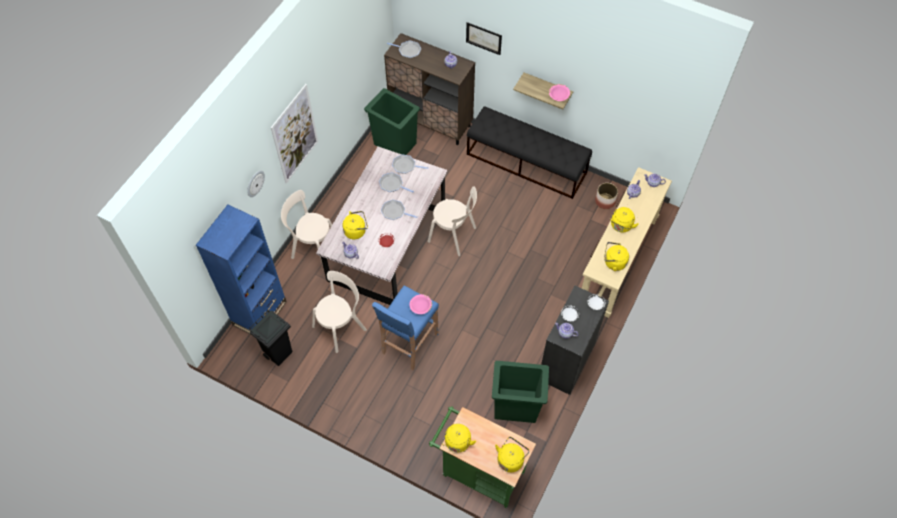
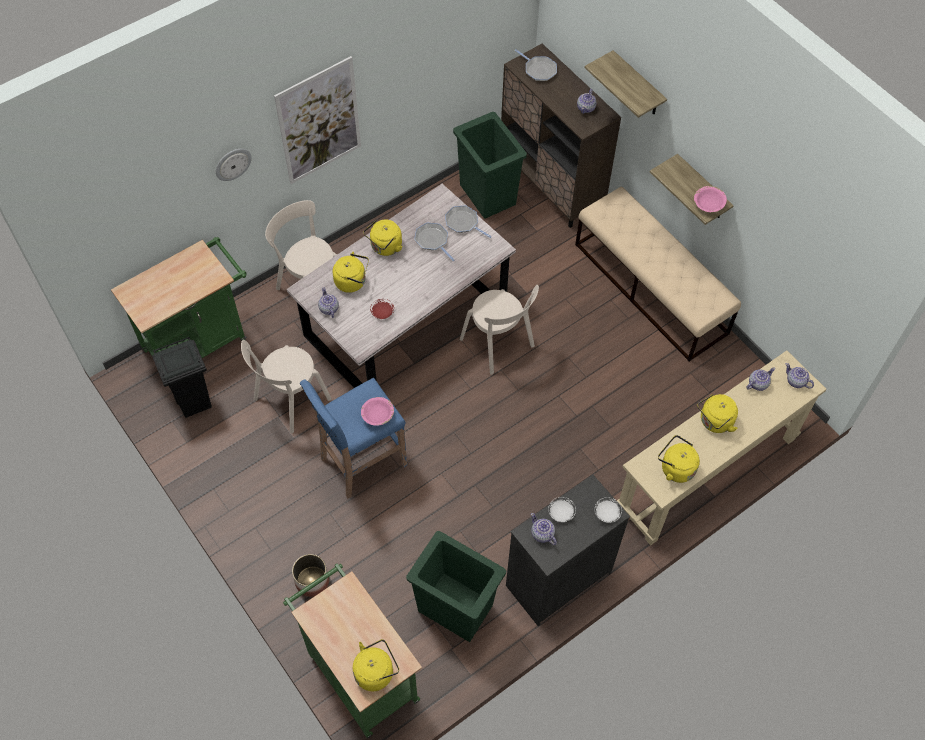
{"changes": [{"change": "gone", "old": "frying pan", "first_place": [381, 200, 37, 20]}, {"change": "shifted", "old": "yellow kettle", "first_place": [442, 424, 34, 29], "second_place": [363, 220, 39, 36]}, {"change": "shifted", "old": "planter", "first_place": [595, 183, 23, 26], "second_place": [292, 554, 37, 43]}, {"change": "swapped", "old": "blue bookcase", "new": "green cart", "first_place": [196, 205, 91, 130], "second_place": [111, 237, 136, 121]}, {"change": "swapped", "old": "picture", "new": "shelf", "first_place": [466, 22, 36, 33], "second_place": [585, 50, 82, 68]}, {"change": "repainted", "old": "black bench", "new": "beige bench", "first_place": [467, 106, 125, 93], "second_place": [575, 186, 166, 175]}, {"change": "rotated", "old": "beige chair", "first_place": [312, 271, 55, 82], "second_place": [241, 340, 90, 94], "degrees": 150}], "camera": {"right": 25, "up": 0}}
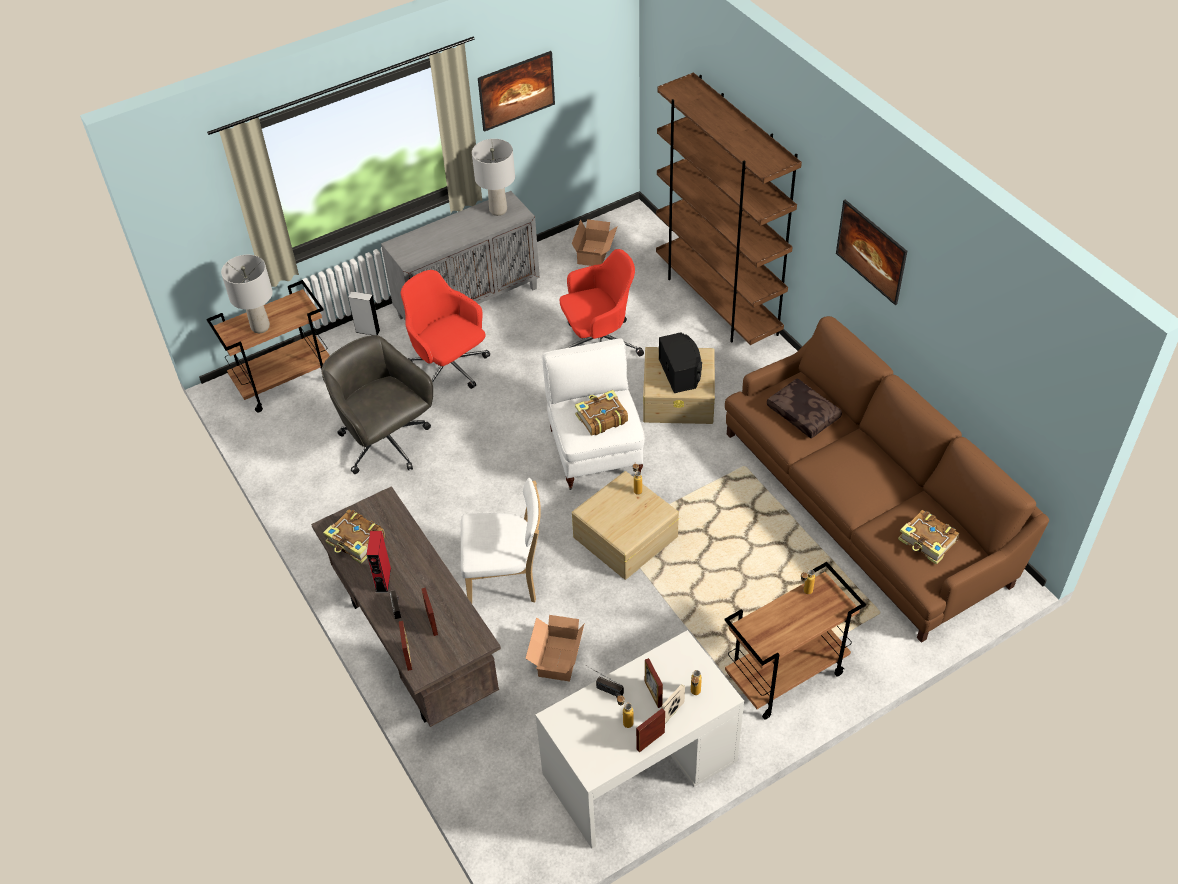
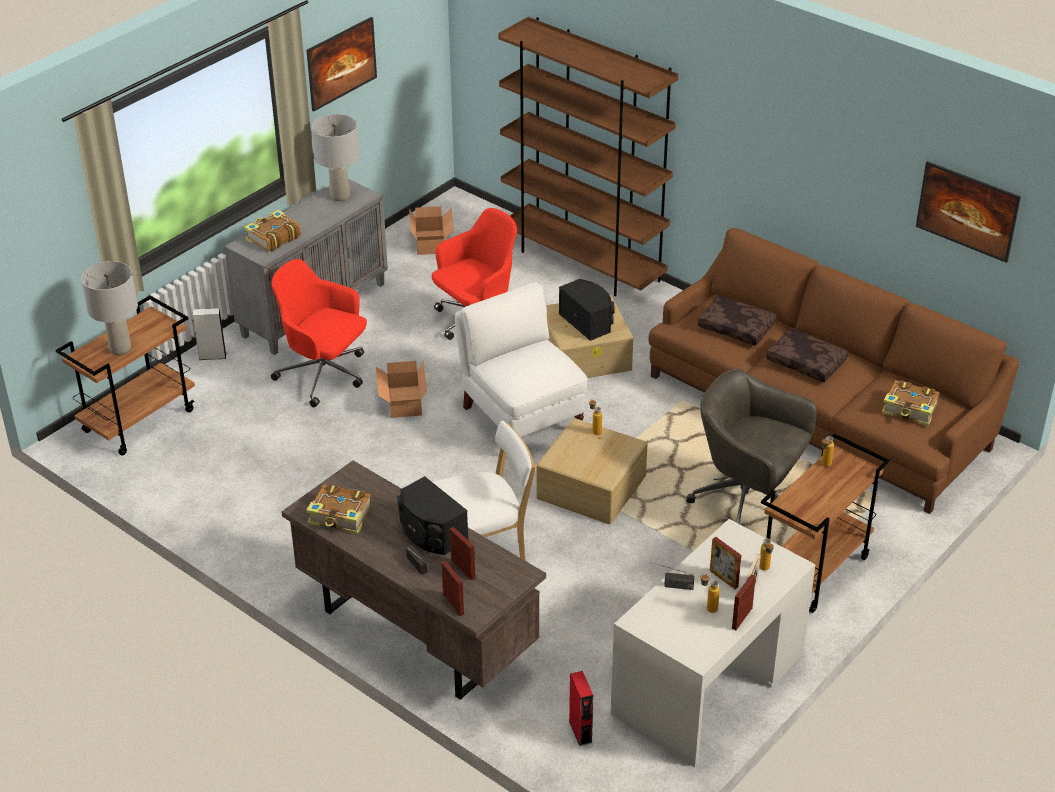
{"changes": [{"change": "new", "new": "black speaker", "second_place": [397, 476, 71, 79]}, {"change": "new", "new": "brown pillow", "second_place": [766, 328, 82, 54]}, {"change": "shifted", "old": "grey office chair", "first_place": [321, 335, 112, 139], "second_place": [686, 369, 131, 155]}, {"change": "shifted", "old": "red speaker", "first_place": [366, 531, 25, 62], "second_place": [569, 671, 24, 75]}, {"change": "shifted", "old": "cardboard box", "first_place": [525, 615, 60, 67], "second_place": [376, 361, 51, 57]}, {"change": "shifted", "old": "book", "first_place": [575, 390, 53, 46], "second_place": [244, 210, 57, 42]}, {"change": "shifted", "old": "picture", "first_place": [836, 200, 71, 105], "second_place": [916, 161, 105, 102]}], "camera": {"right": -20, "up": -10}}
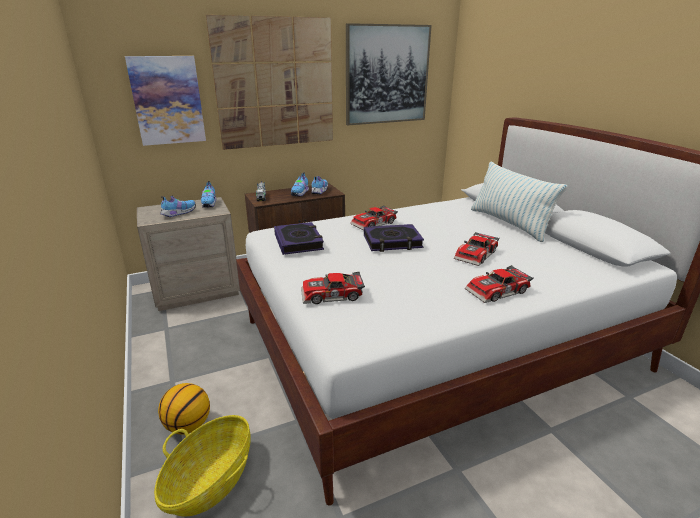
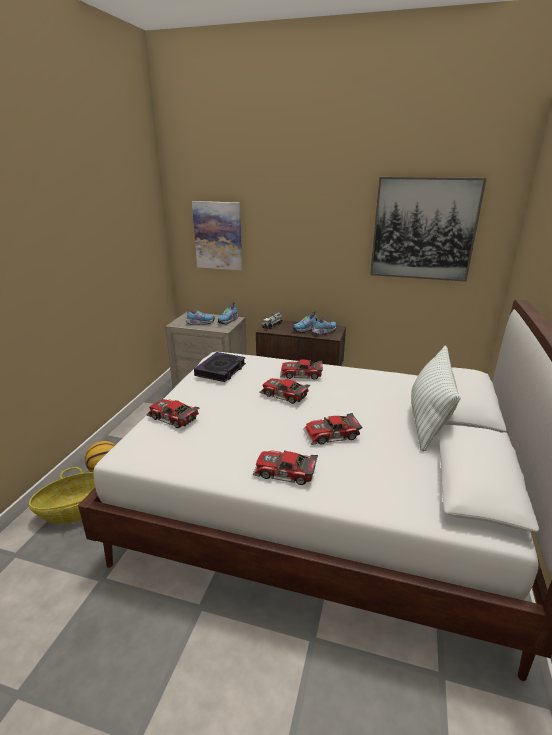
{"changes": [{"change": "gone", "old": "picture", "first_place": [206, 15, 127, 135]}, {"change": "swapped", "old": "book", "new": "toy car", "first_place": [364, 224, 60, 28], "second_place": [260, 378, 50, 26]}], "camera": {"right": 40, "up": 0}}
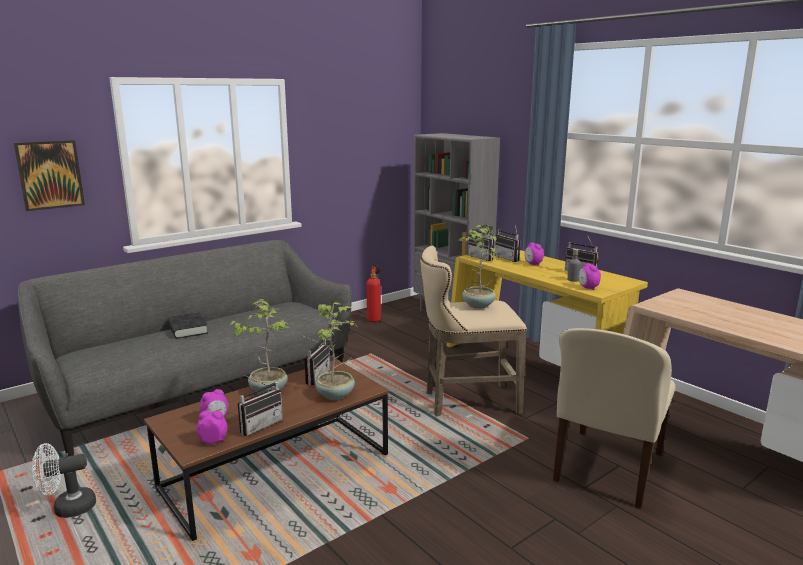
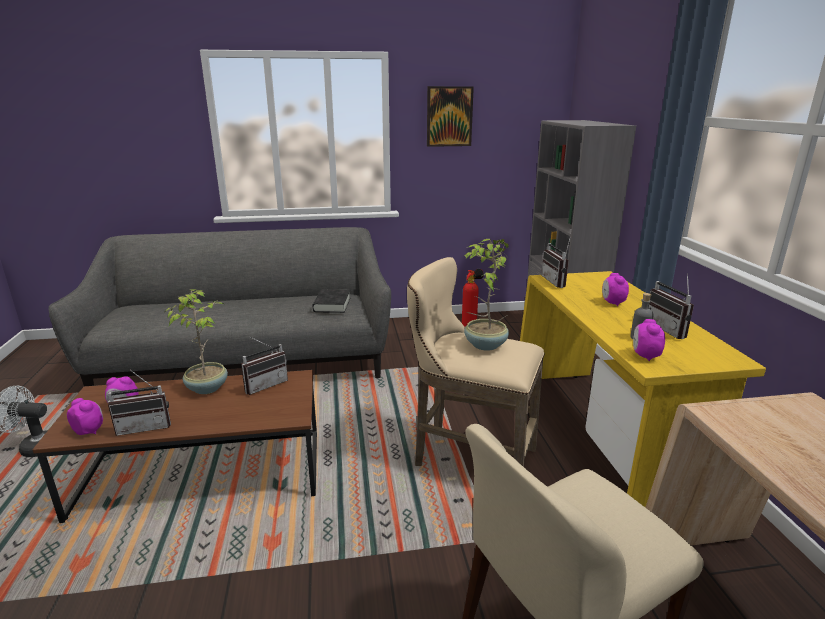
{"changes": [{"change": "gone", "old": "potted plant", "first_place": [315, 302, 41, 98]}, {"change": "gone", "old": "radio", "first_place": [495, 224, 25, 38]}, {"change": "shifted", "old": "picture", "first_place": [14, 140, 71, 71], "second_place": [427, 86, 47, 61]}, {"change": "shifted", "old": "black book", "first_place": [168, 312, 40, 27], "second_place": [312, 289, 38, 24]}], "camera": {"right": 30, "up": 5}}
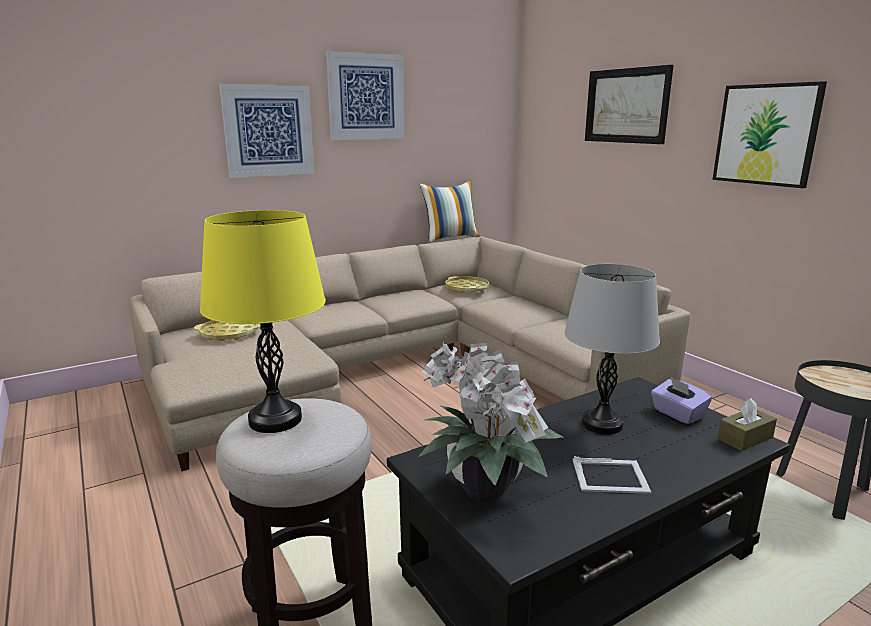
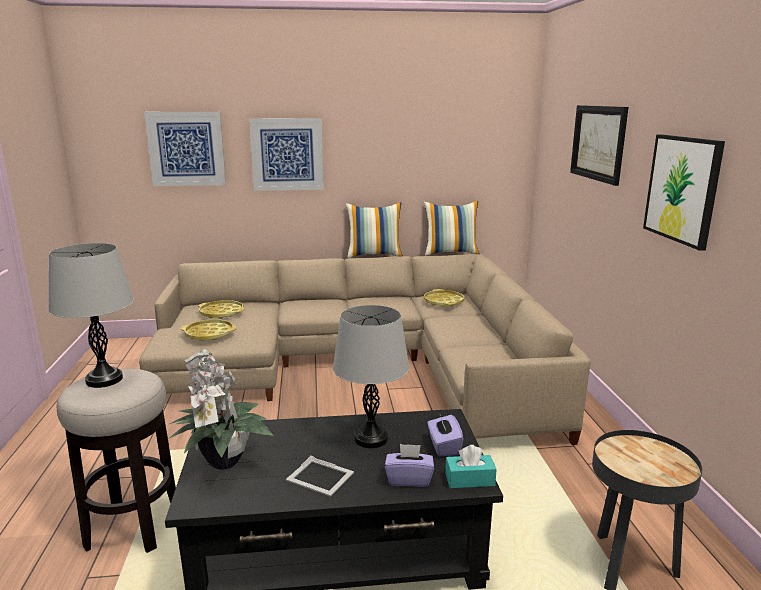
{"changes": [{"change": "new", "new": "yellow tray", "second_place": [181, 319, 56, 22]}, {"change": "new", "new": "pillow", "second_place": [346, 202, 57, 56]}, {"change": "new", "new": "purple tissue box", "second_place": [385, 444, 49, 43]}, {"change": "shifted", "old": "picture", "first_place": [326, 51, 78, 89], "second_place": [144, 112, 82, 74]}, {"change": "repainted", "old": "yellow table lamp", "new": "grey table lamp", "first_place": [200, 210, 126, 223], "second_place": [48, 243, 86, 145]}, {"change": "repainted", "old": "brown tissue box", "new": "turquoise tissue box", "first_place": [718, 398, 59, 53], "second_place": [445, 445, 52, 43]}], "camera": {"right": 25, "up": 0}}
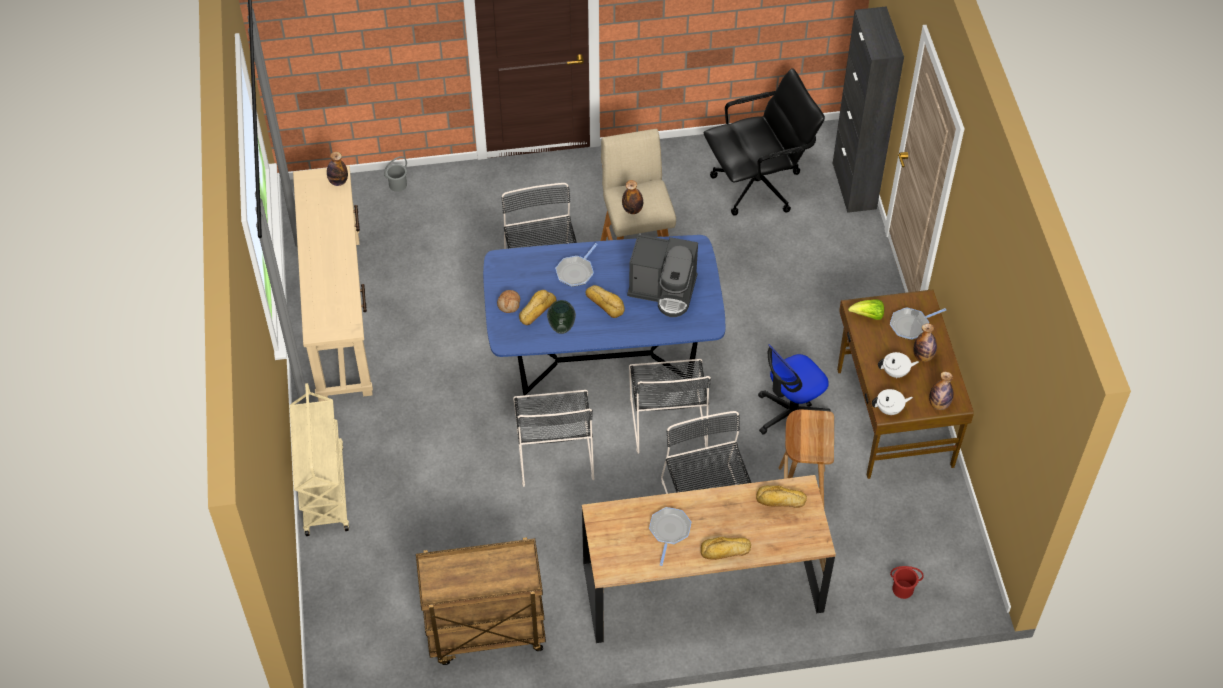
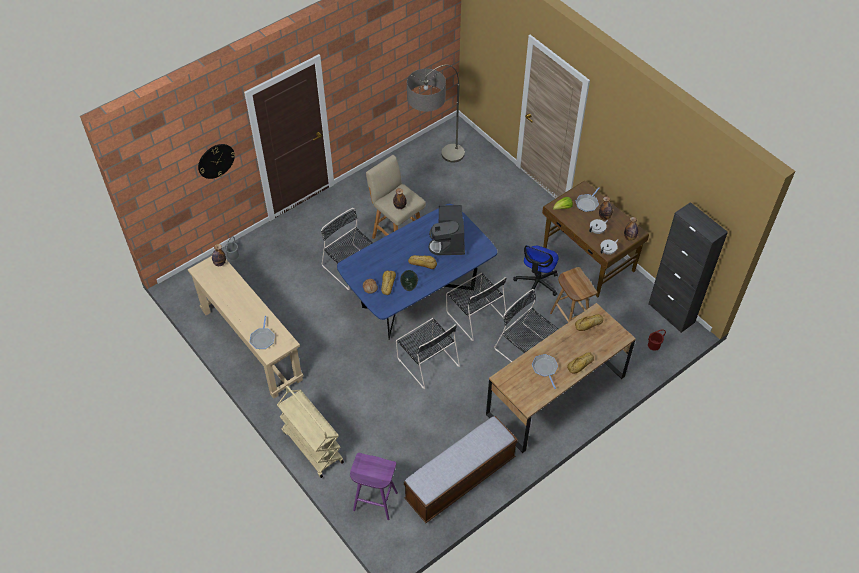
{"changes": [{"change": "new", "new": "wall clock", "second_place": [198, 144, 37, 35]}, {"change": "new", "new": "purple stool", "second_place": [350, 453, 48, 67]}, {"change": "shifted", "old": "frying pan", "first_place": [555, 243, 43, 44], "second_place": [250, 316, 25, 33]}, {"change": "shifted", "old": "black cabinet", "first_place": [832, 6, 72, 207], "second_place": [648, 202, 80, 131]}, {"change": "swapped", "old": "brown cart", "new": "bench", "first_place": [416, 537, 130, 128], "second_place": [404, 416, 114, 107]}, {"change": "swapped", "old": "black office chair", "new": "floor lamp", "first_place": [704, 68, 121, 148], "second_place": [407, 65, 58, 98]}, {"change": "rotated", "old": "coffee machine", "first_place": [627, 234, 71, 83], "second_place": [429, 205, 36, 50], "degrees": 105}], "camera": {"right": -30, "up": 0}}
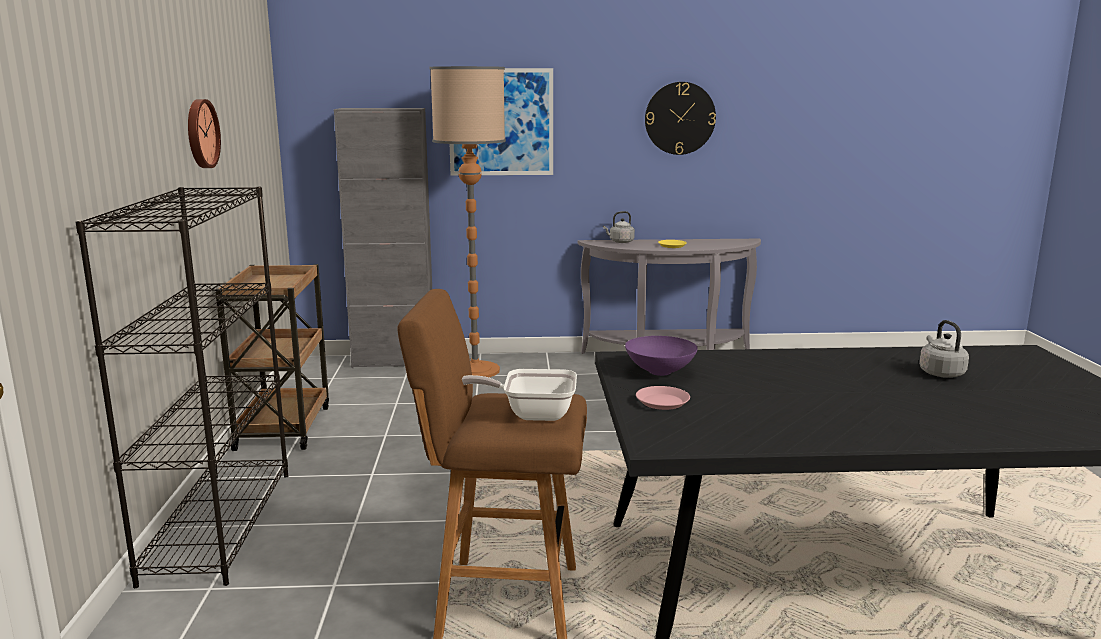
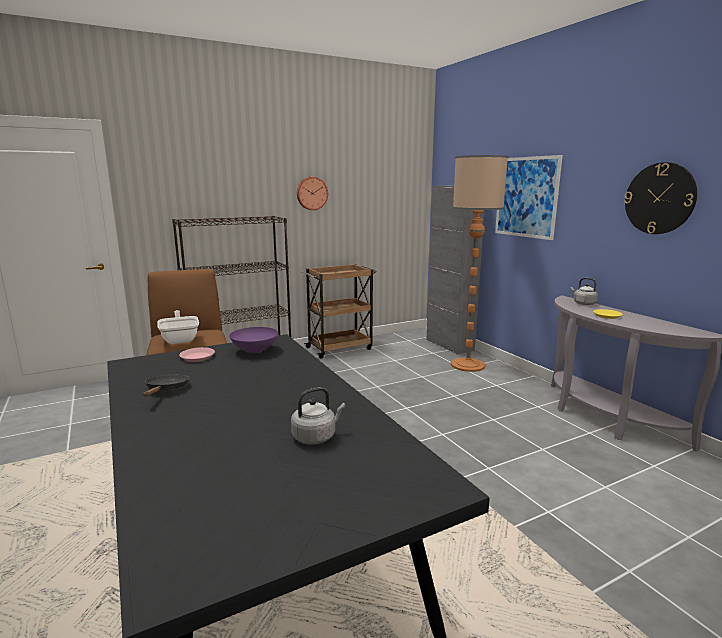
{"changes": [{"change": "new", "new": "black frying pan", "second_place": [143, 375, 46, 21]}], "camera": {"right": 65, "up": 0}}
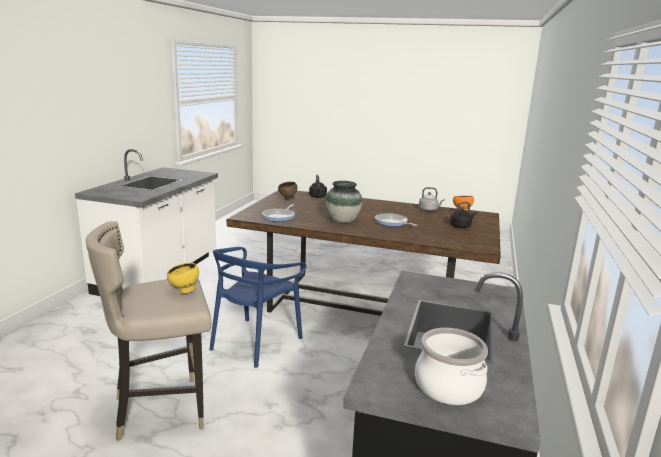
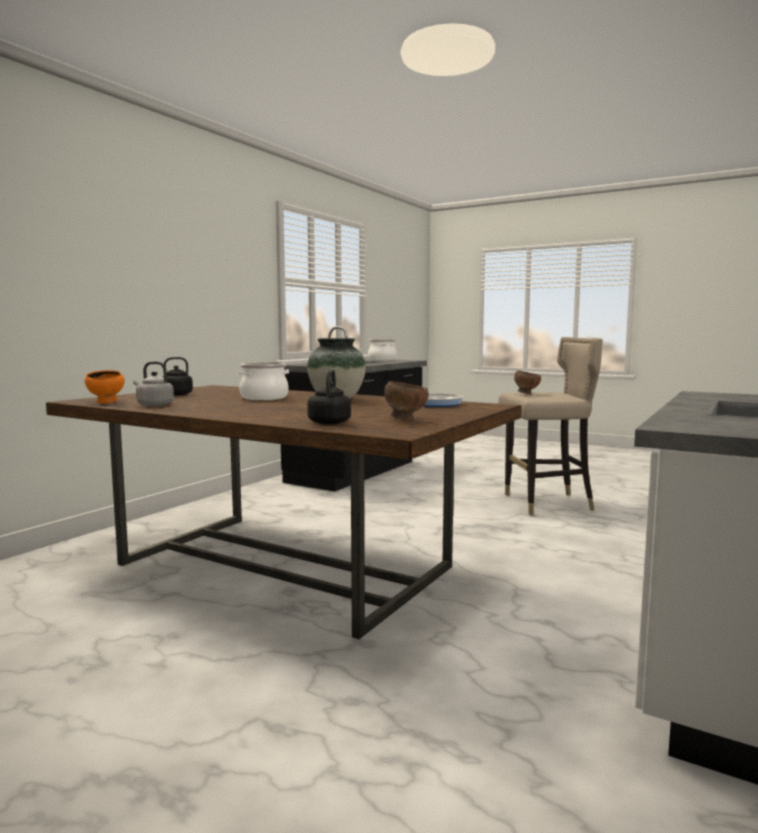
{"changes": [{"change": "gone", "old": "blue chair", "first_place": [209, 247, 97, 121]}, {"change": "swapped", "old": "frying pan", "new": "cooking pot", "first_place": [375, 213, 42, 14], "second_place": [238, 362, 51, 38]}, {"change": "repainted", "old": "yellow bowl", "new": "brown bowl", "first_place": [167, 262, 32, 32], "second_place": [514, 371, 27, 23]}], "camera": {"right": -165, "up": -10}}
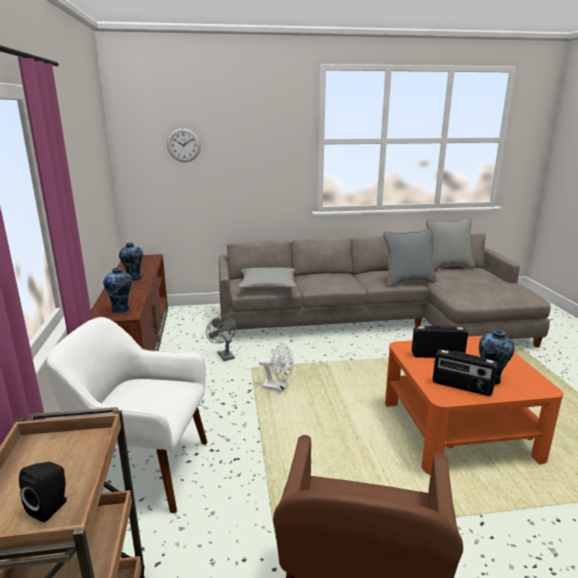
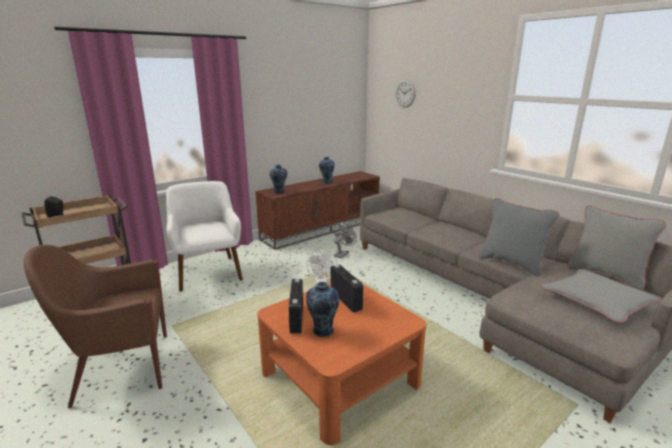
{"changes": [{"change": "shifted", "old": "grey pillow", "first_place": [238, 268, 59, 21], "second_place": [541, 269, 119, 54]}], "camera": {"right": 60, "up": 0}}
